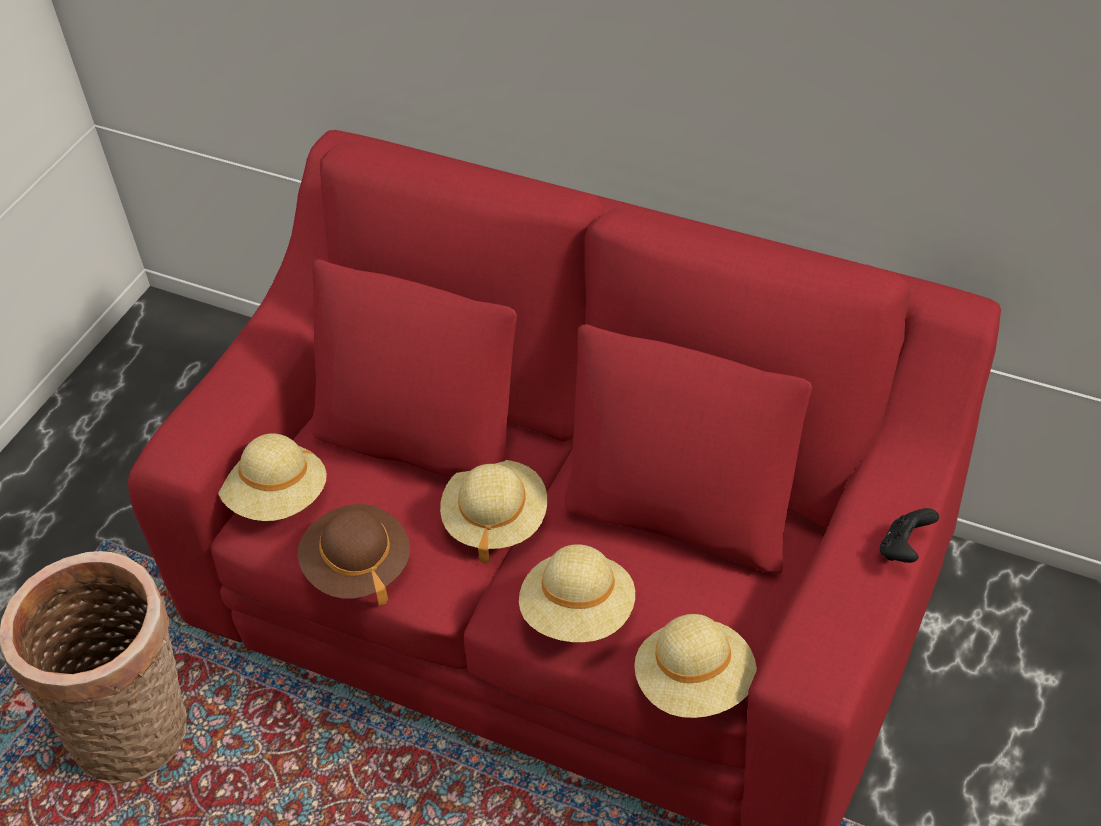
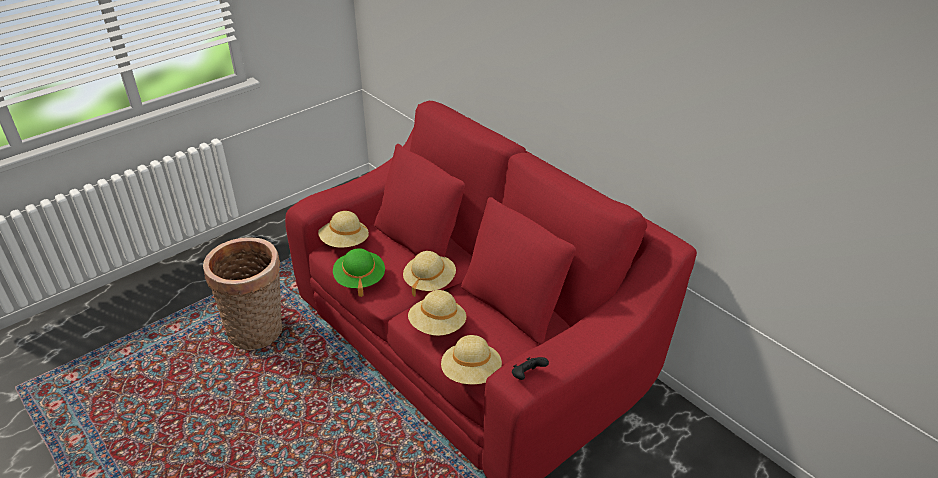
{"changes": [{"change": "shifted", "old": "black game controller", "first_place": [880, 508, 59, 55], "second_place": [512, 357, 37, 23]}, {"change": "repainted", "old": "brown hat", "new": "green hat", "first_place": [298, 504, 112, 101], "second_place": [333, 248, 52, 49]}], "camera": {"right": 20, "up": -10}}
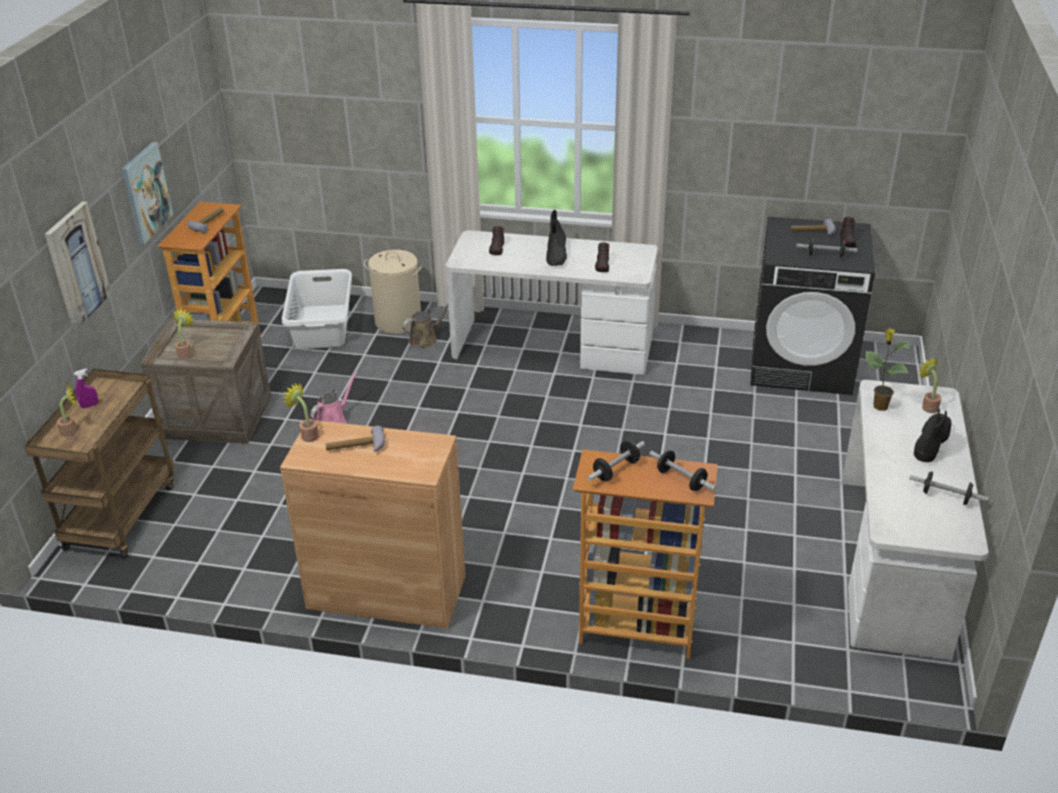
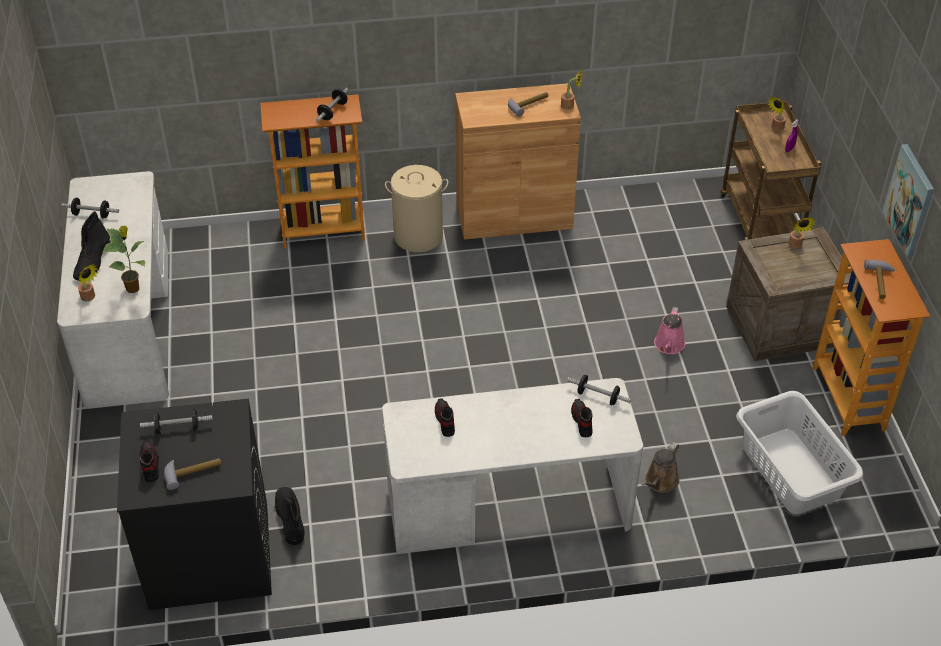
{"changes": [{"change": "gone", "old": "picture", "first_place": [45, 201, 67, 128]}, {"change": "shifted", "old": "beige laundry basket", "first_place": [364, 250, 58, 84], "second_place": [385, 165, 63, 87]}, {"change": "shifted", "old": "black boot", "first_place": [546, 210, 21, 56], "second_place": [275, 487, 30, 58]}, {"change": "shifted", "old": "dumbbell", "first_place": [650, 450, 66, 41], "second_place": [567, 375, 64, 30]}], "camera": {"right": 160, "up": 10}}
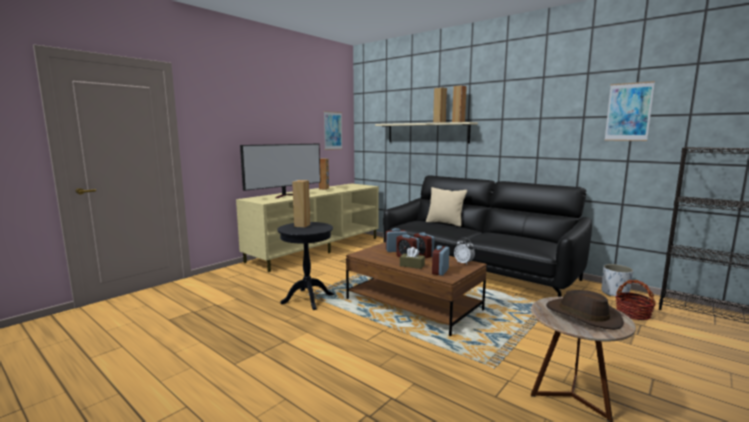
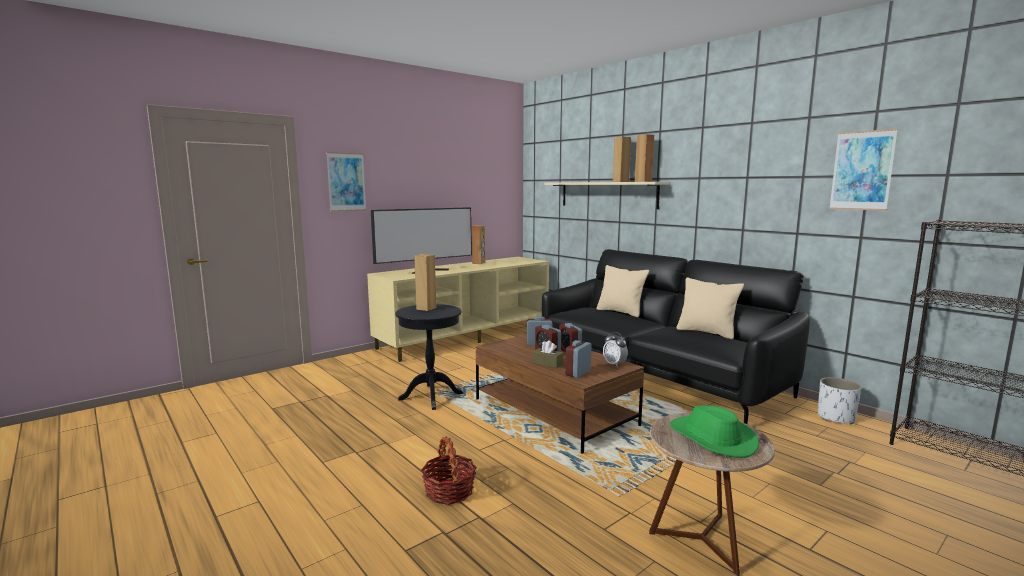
{"changes": [{"change": "new", "new": "beige pillow", "second_place": [676, 277, 68, 62]}, {"change": "shifted", "old": "picture", "first_place": [324, 111, 18, 39], "second_place": [326, 152, 40, 59]}, {"change": "shifted", "old": "basket", "first_place": [615, 280, 41, 40], "second_place": [421, 437, 56, 68]}, {"change": "repainted", "old": "brown hat", "new": "green hat", "first_place": [546, 290, 78, 40], "second_place": [670, 405, 89, 53]}], "camera": {"right": 10, "up": 0}}
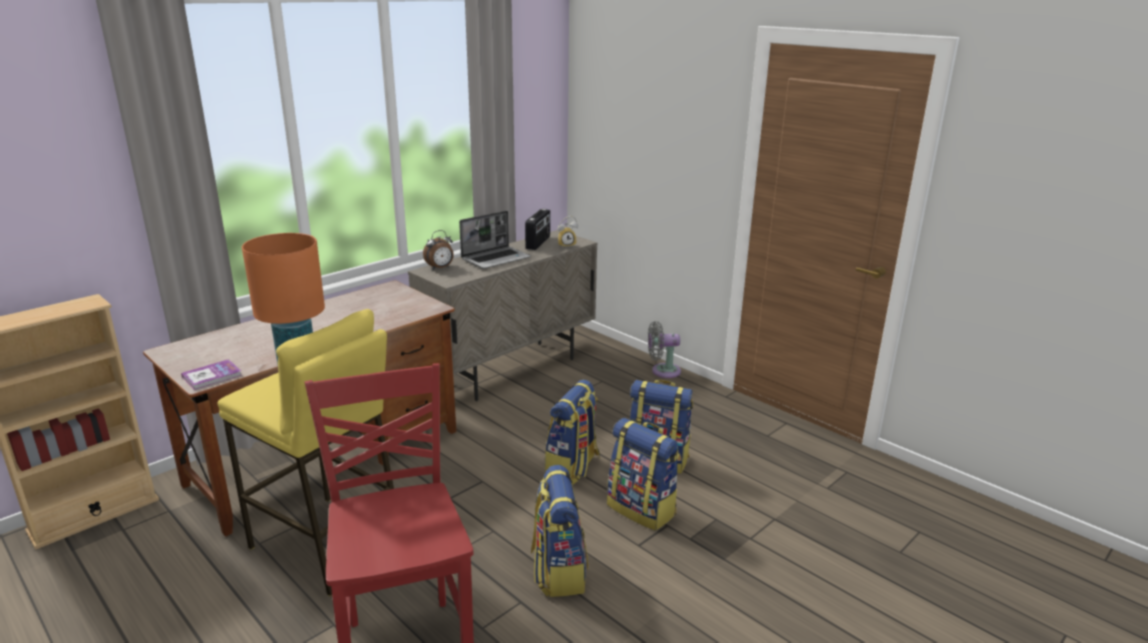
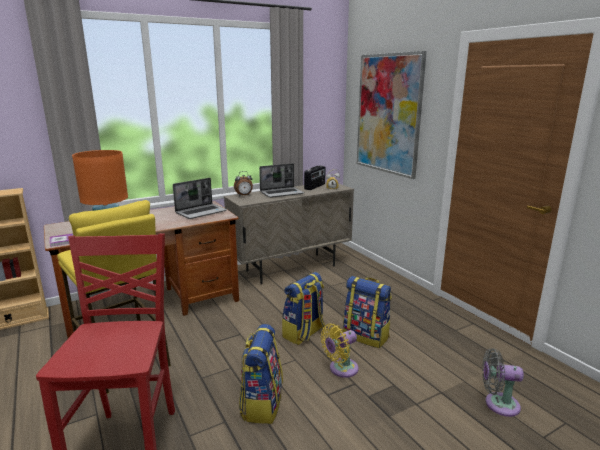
{"changes": [{"change": "new", "new": "laptop", "second_place": [173, 178, 54, 41]}, {"change": "new", "new": "picture", "second_place": [357, 51, 70, 128]}, {"change": "shifted", "old": "grey fan", "first_place": [648, 321, 33, 57], "second_place": [482, 348, 42, 69]}, {"change": "swapped", "old": "backpack", "new": "yellow fan", "first_place": [607, 418, 73, 113], "second_place": [321, 324, 38, 54]}], "camera": {"right": 15, "up": -5}}
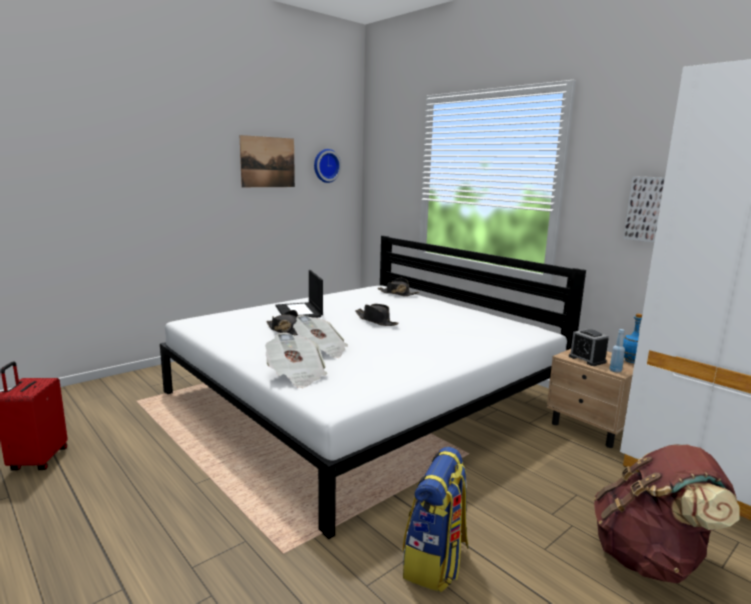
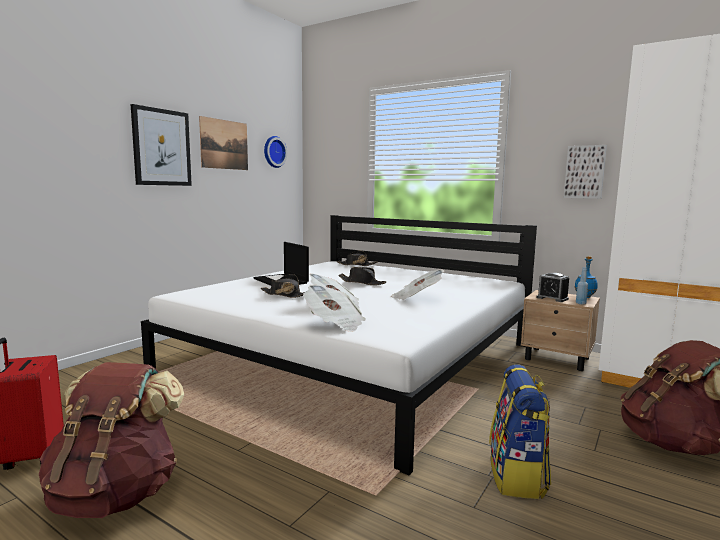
{"changes": [{"change": "new", "new": "brown backpack", "second_place": [39, 362, 145, 156]}, {"change": "new", "new": "picture", "second_place": [131, 104, 61, 82]}, {"change": "new", "new": "newspaper", "second_place": [391, 269, 54, 31]}], "camera": {"right": -15, "up": -5}}
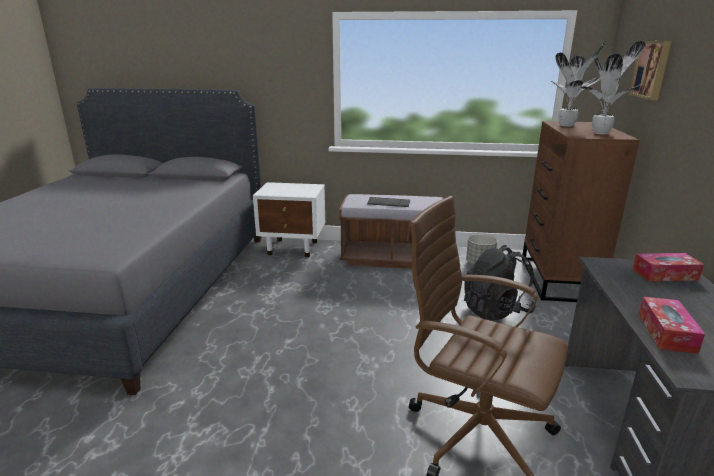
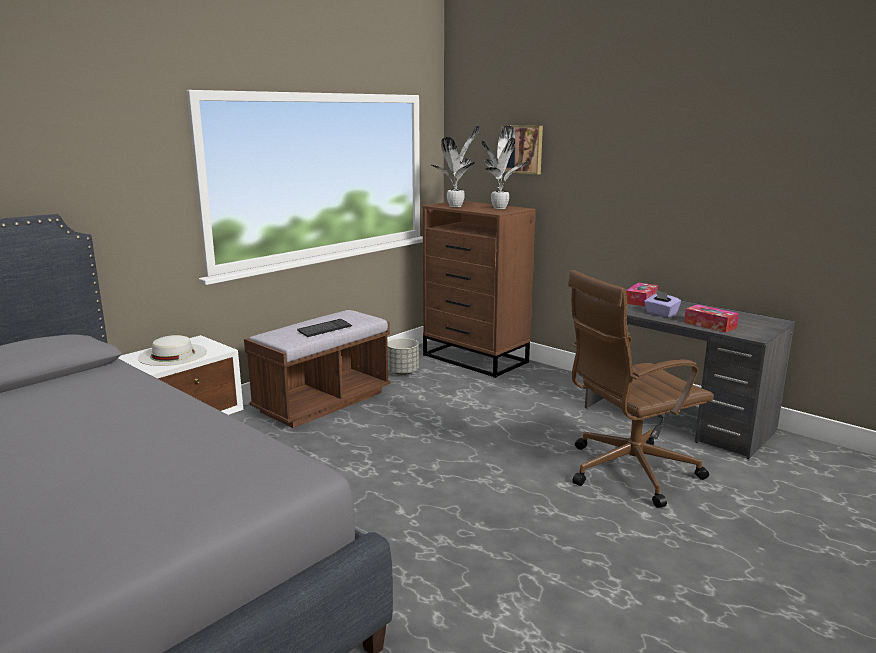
{"changes": [{"change": "gone", "old": "black backpack", "first_place": [464, 245, 72, 75]}, {"change": "new", "new": "white hat", "second_place": [138, 335, 69, 31]}, {"change": "new", "new": "purple tissue box", "second_place": [644, 290, 37, 28]}], "camera": {"right": -55, "up": -5}}
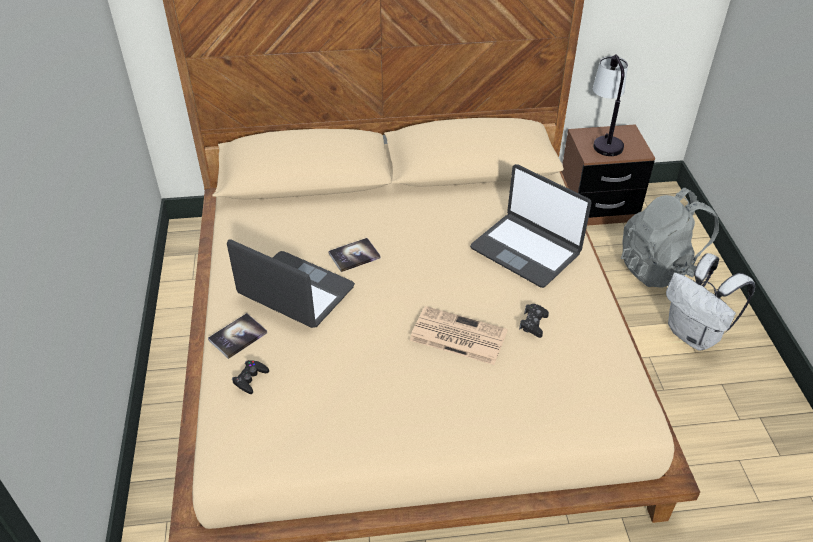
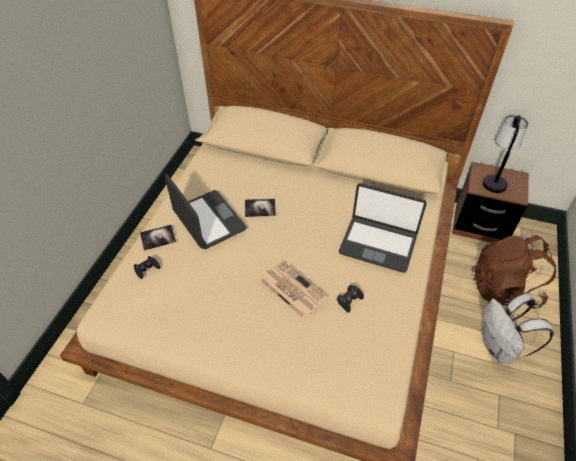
{"changes": [{"change": "repainted", "old": "grey backpack", "new": "brown backpack", "first_place": [621, 188, 98, 100], "second_place": [471, 235, 86, 74]}, {"change": "rotated", "old": "laptop", "first_place": [470, 164, 122, 124], "second_place": [339, 183, 88, 90], "degrees": -45}], "camera": {"right": 25, "up": 5}}
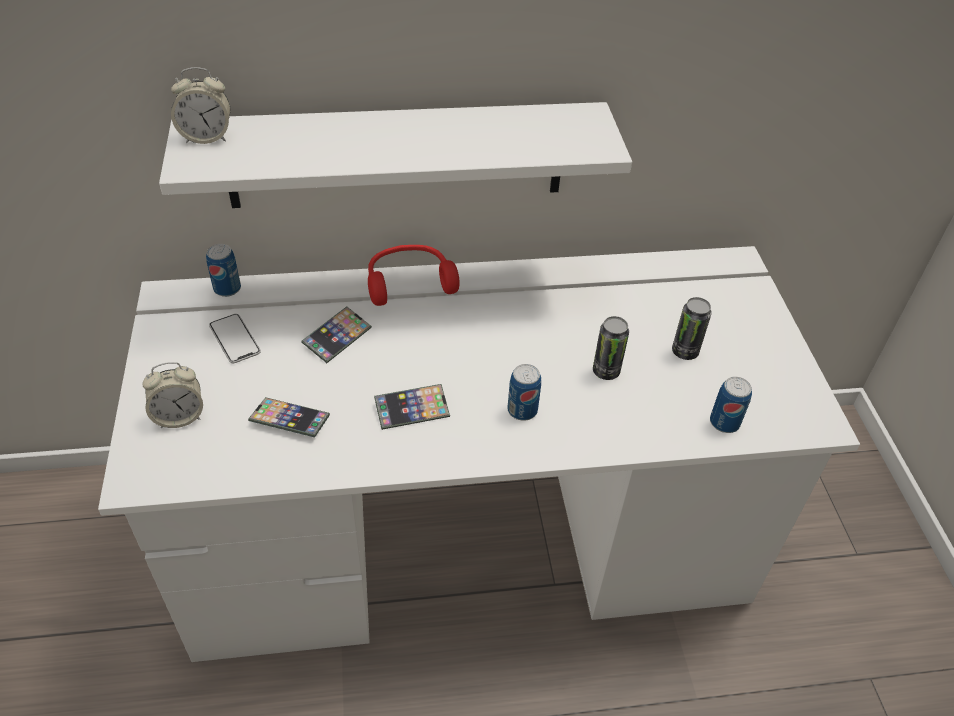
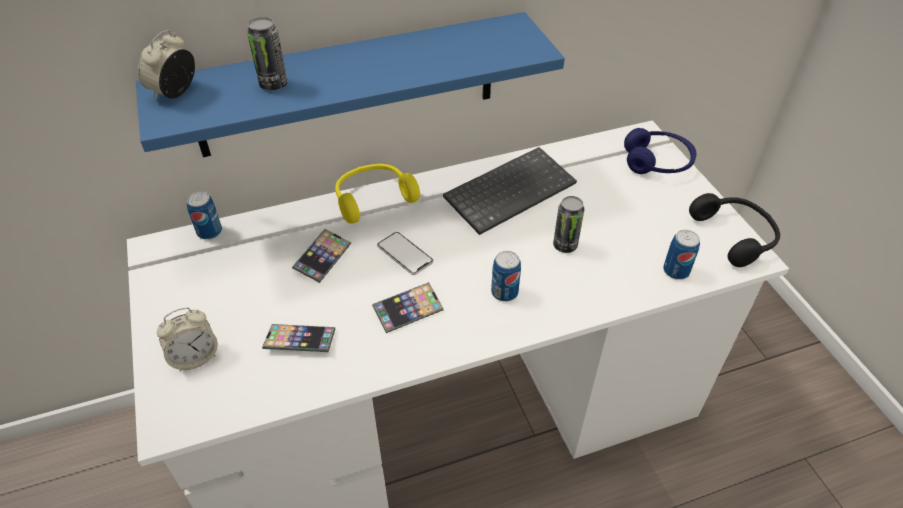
{"changes": [{"change": "new", "new": "keyboard", "second_place": [443, 147, 134, 88]}, {"change": "new", "new": "blue headphones", "second_place": [624, 128, 73, 46]}, {"change": "new", "new": "black headphones", "second_place": [689, 193, 91, 74]}, {"change": "shifted", "old": "phone", "first_place": [209, 314, 52, 49], "second_place": [377, 232, 57, 43]}, {"change": "shifted", "old": "can", "first_place": [672, 297, 40, 63], "second_place": [247, 17, 41, 73]}, {"change": "repainted", "old": "white shelf", "new": "blue shelf", "first_place": [159, 102, 473, 106], "second_place": [136, 12, 429, 145]}, {"change": "repainted", "old": "red headphones", "new": "yellow headphones", "first_place": [368, 245, 92, 61], "second_place": [335, 164, 85, 60]}, {"change": "rotated", "old": "alarm clock", "first_place": [171, 67, 59, 77], "second_place": [138, 30, 57, 69], "degrees": 135}], "camera": {"right": -10, "up": 0}}
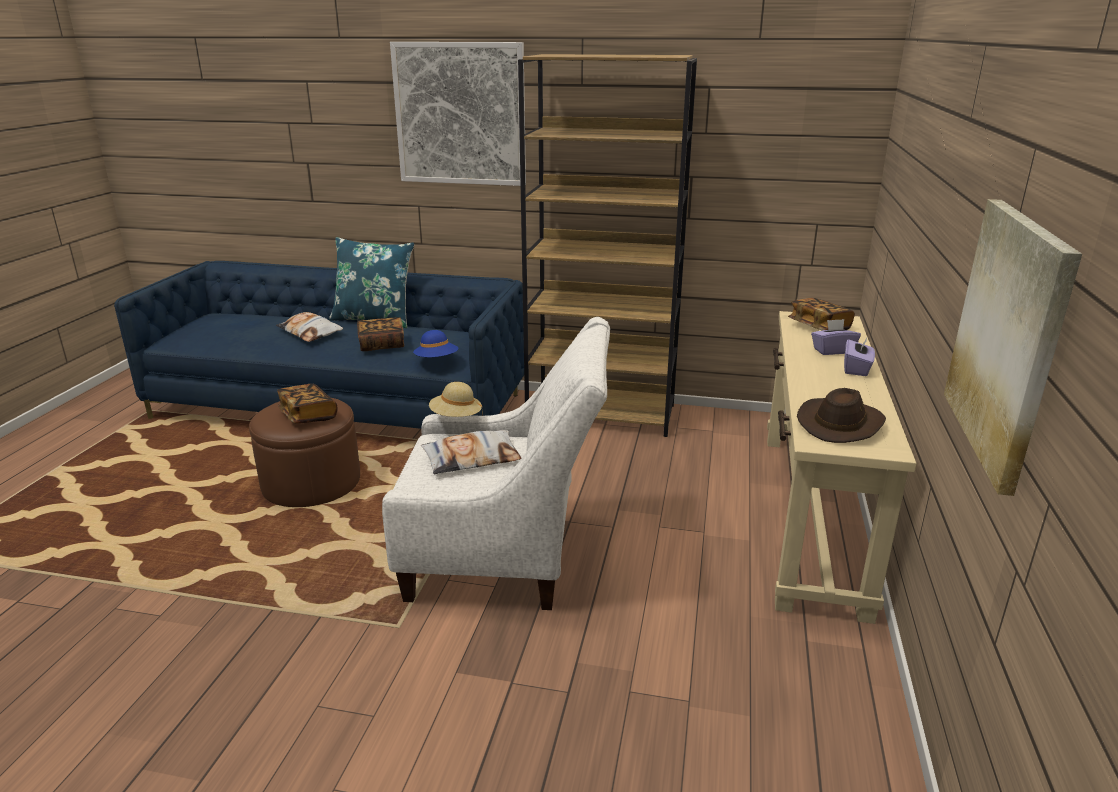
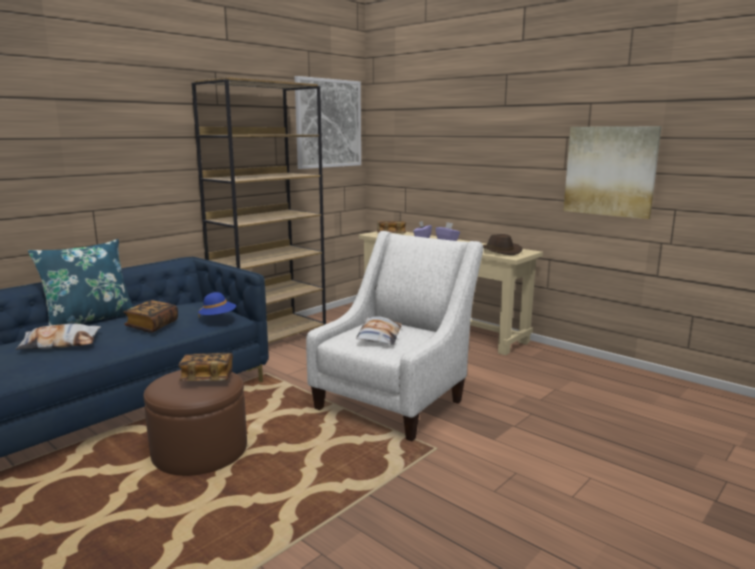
{"changes": [{"change": "gone", "old": "beige hat", "first_place": [429, 382, 54, 35]}, {"change": "shifted", "old": "picture", "first_place": [390, 42, 136, 144], "second_place": [295, 76, 66, 93]}], "camera": {"right": -60, "up": -10}}
